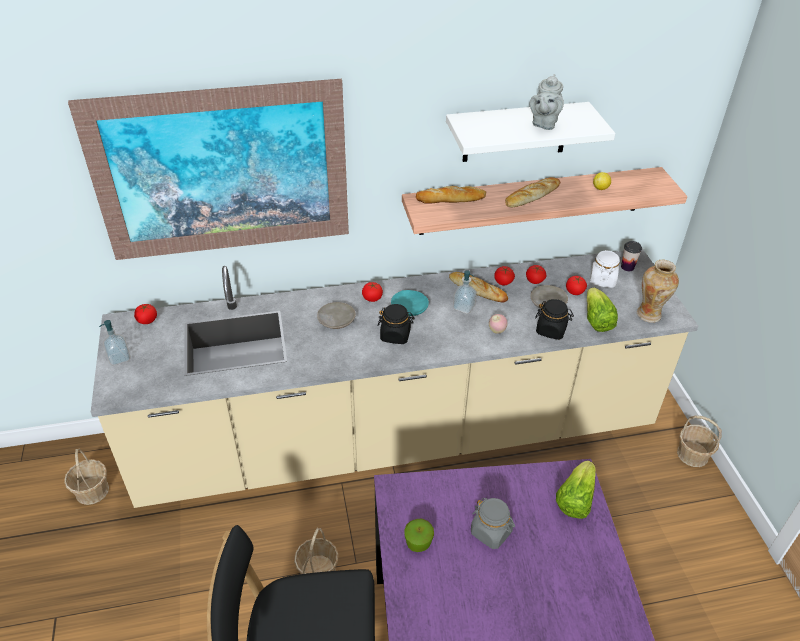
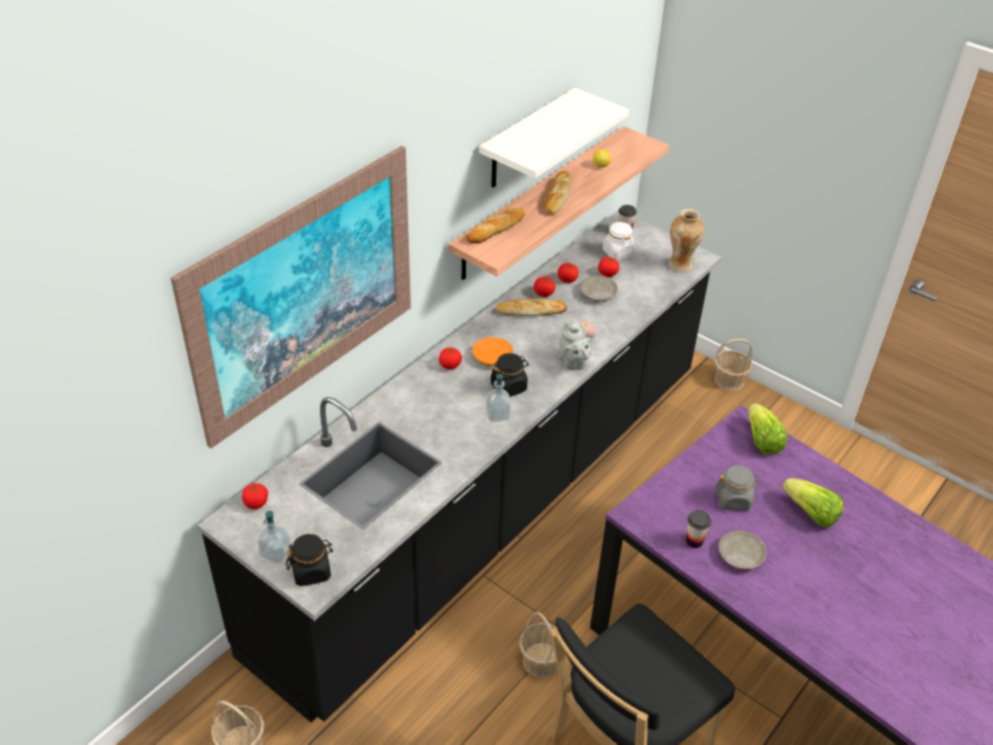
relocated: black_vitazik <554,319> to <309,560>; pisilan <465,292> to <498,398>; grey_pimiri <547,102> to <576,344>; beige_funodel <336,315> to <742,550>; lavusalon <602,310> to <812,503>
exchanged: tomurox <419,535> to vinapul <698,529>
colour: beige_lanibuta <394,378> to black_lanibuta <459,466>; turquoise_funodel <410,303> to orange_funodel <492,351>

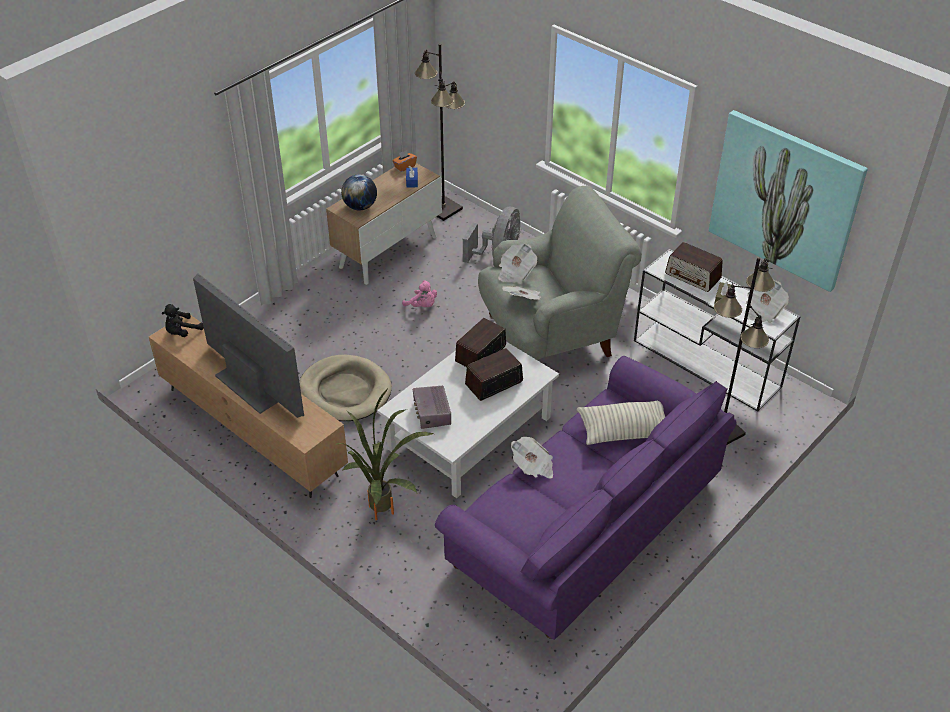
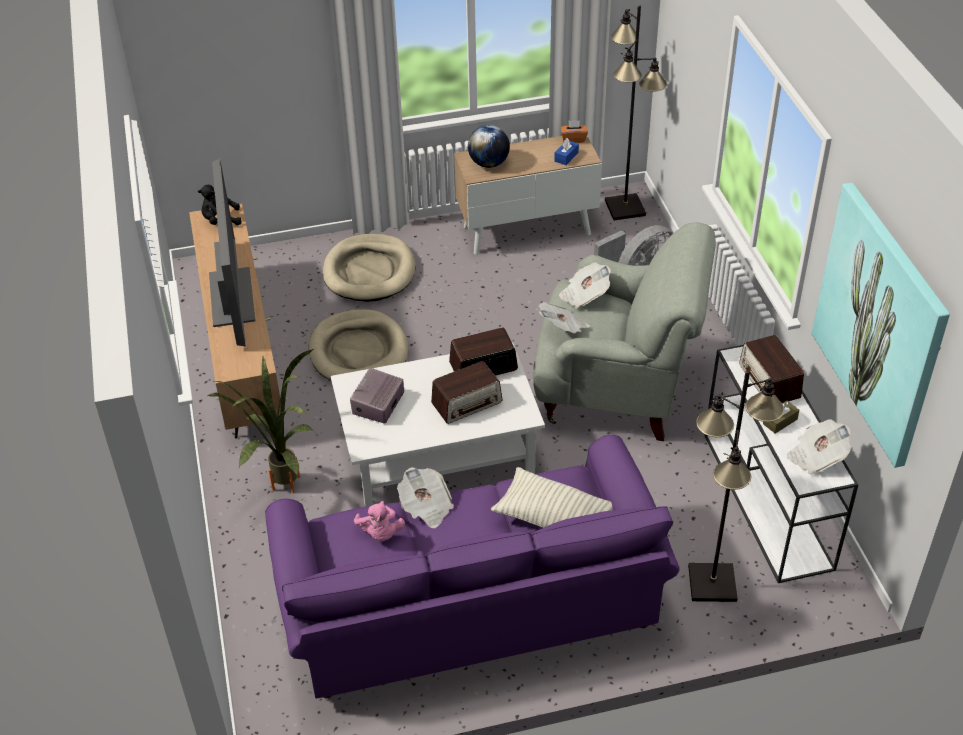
appeared: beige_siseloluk <369,268>
relocated: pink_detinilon <419,293> to <379,521>
spun: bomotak <494,374> = <466,392> 150 degrees clockwise

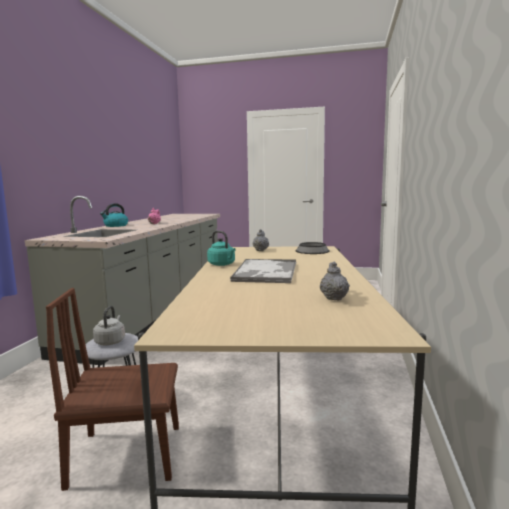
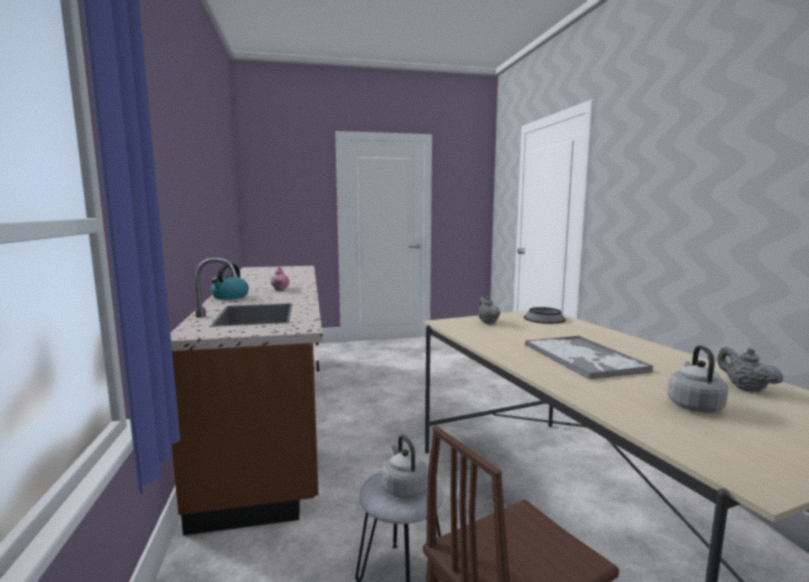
missing: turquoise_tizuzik <221,248>
appeared: grey_tizuzik <698,379>
colour: grey_lanibuta <122,281> to brown_lanibuta <246,396>

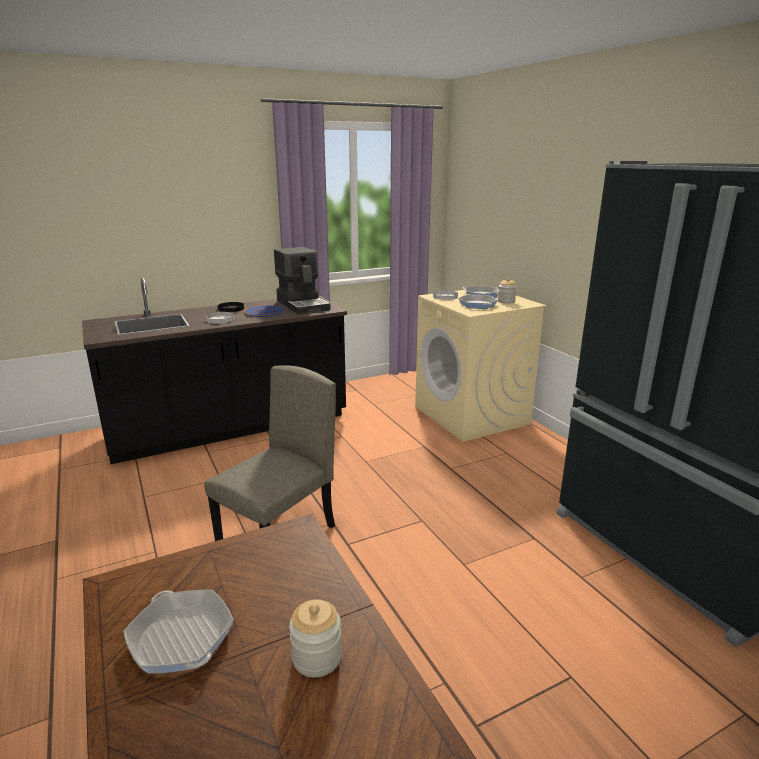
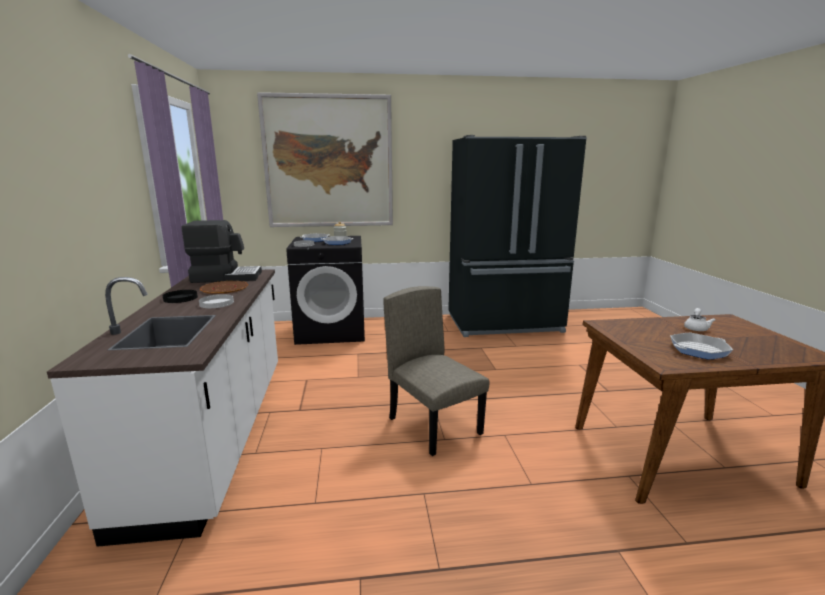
appeared: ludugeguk <325,159>
exchanged: vitazik <315,638> to white_pimiri <700,319>
colour: black_lanibuta <214,371> to white_lanibuta <162,408>; blue_funodel <265,311> to brown_funodel <224,287>; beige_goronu <481,366> to black_goronu <325,290>

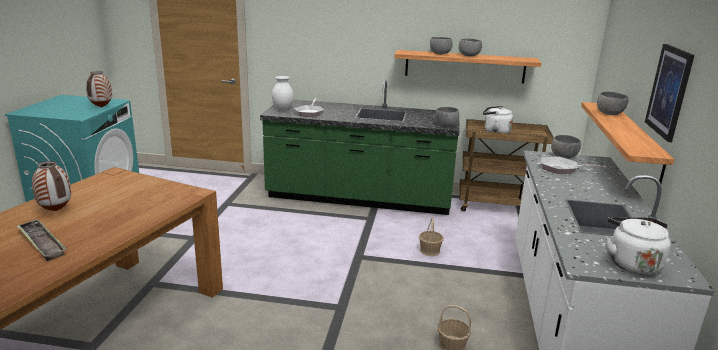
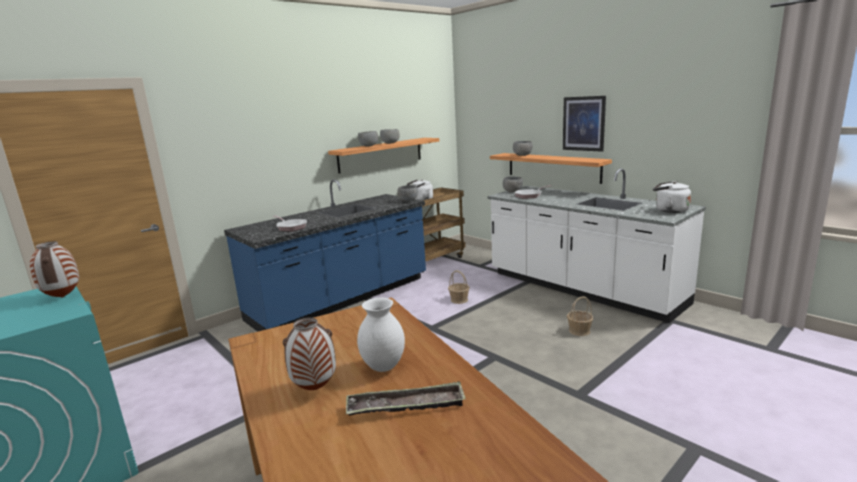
relocated: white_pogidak <283,93> to <381,335>
colour: green_lanibuta <360,147> to blue_lanibuta <325,256>

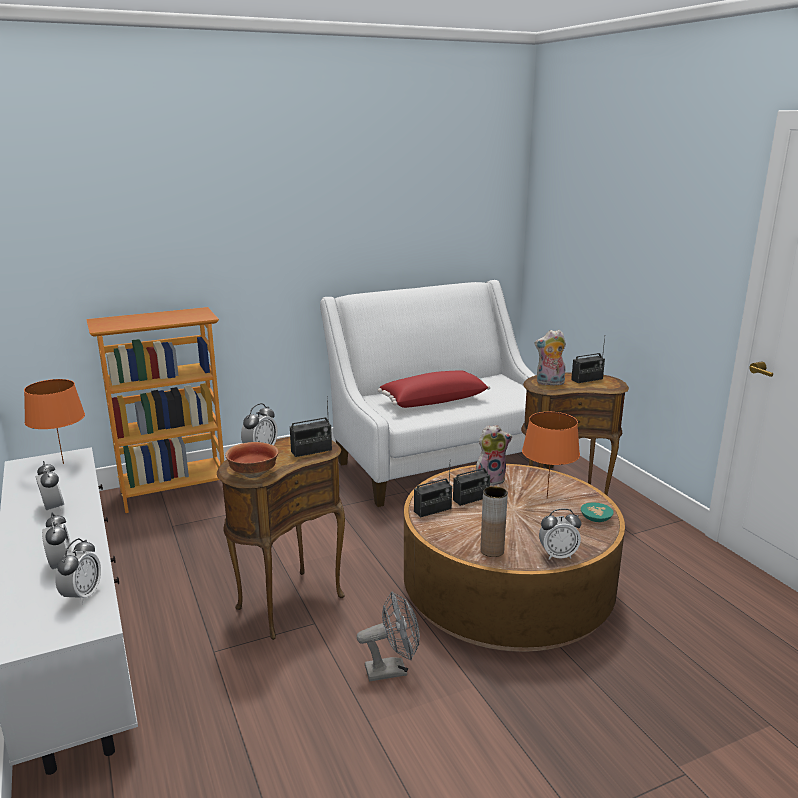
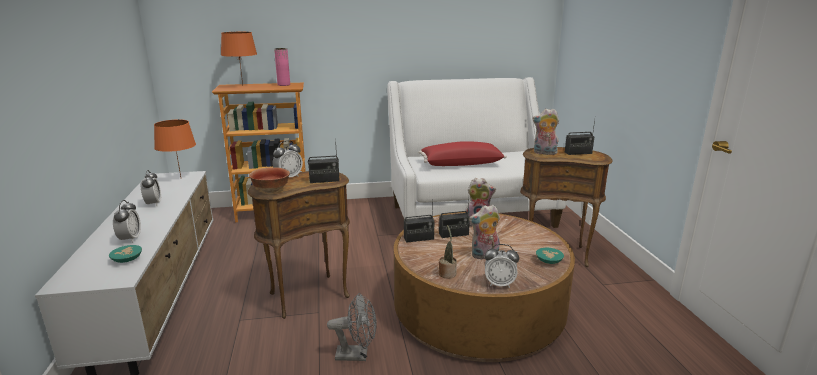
appeared: pink_pogidak <282,67>; detinilon <484,232>
relocated: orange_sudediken <551,455> to <239,58>
exchanged: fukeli <78,571> to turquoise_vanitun <125,254>; brown_pogidak <494,521> to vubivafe <448,252>

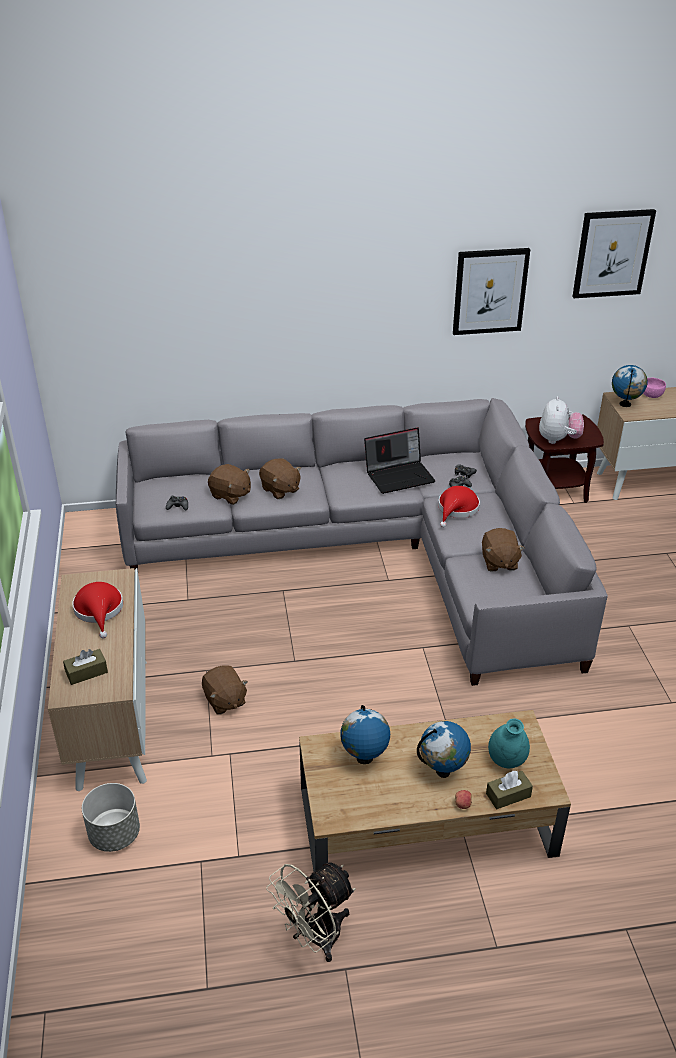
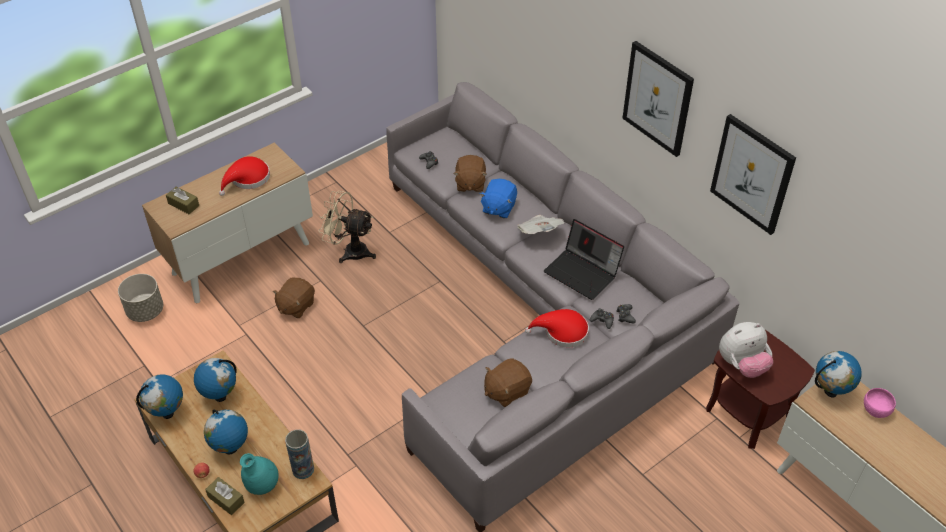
appeared: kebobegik <159,396>; pogidak <299,454>; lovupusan <540,224>
relocated: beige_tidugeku <311,912> to <347,227>; ludugeguk <614,253> to <658,99>
colour: brown_detinilon <280,478> to blue_detinilon <498,199>

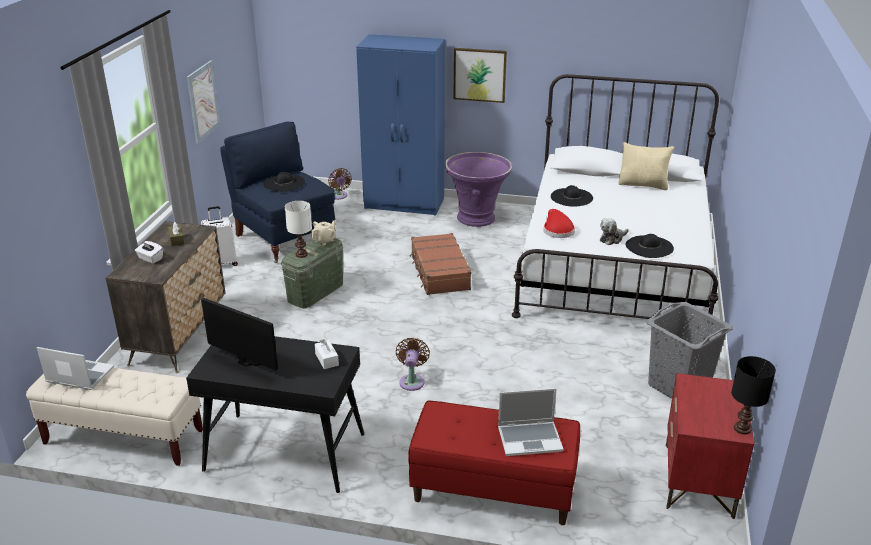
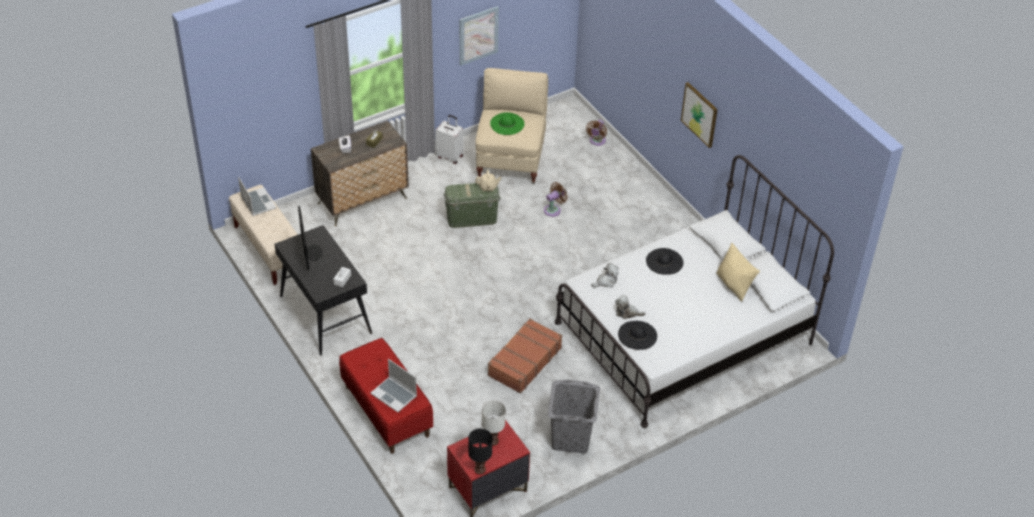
missing: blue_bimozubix <400,125>; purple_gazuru <478,189>
relocated: white_sudediken <298,229> to <494,423>; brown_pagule <441,264> to <525,356>; brown_tidugeku <413,364> to <556,199>
exchanged: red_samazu <559,223> to detinilon <605,275>
colour: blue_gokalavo <278,192> to beige_gokalavo <511,126>; black_samazu <284,182> to green_samazu <507,123>

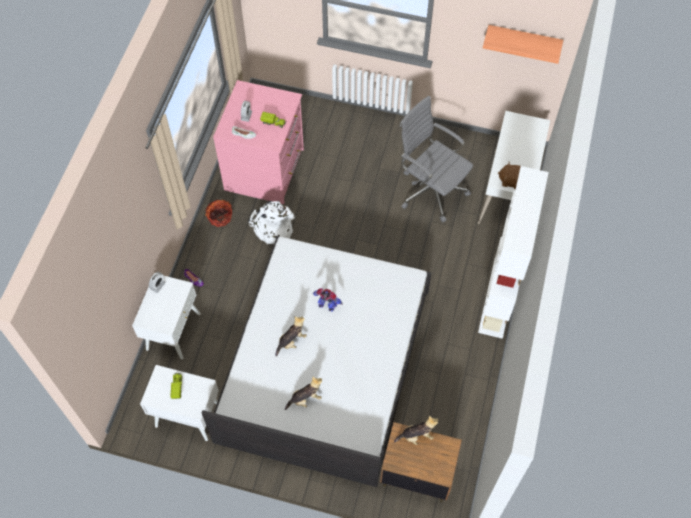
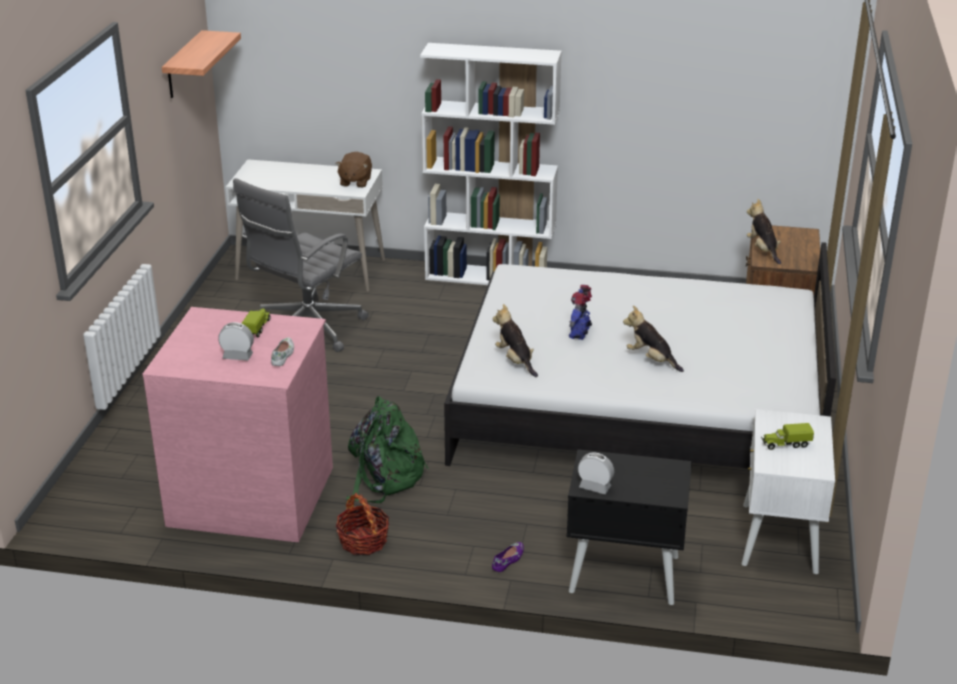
relocated: detinilon <303,393> to <515,340>
colour: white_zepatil <271,222> to green_zepatil <387,449>; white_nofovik <166,318> to black_nofovik <629,527>

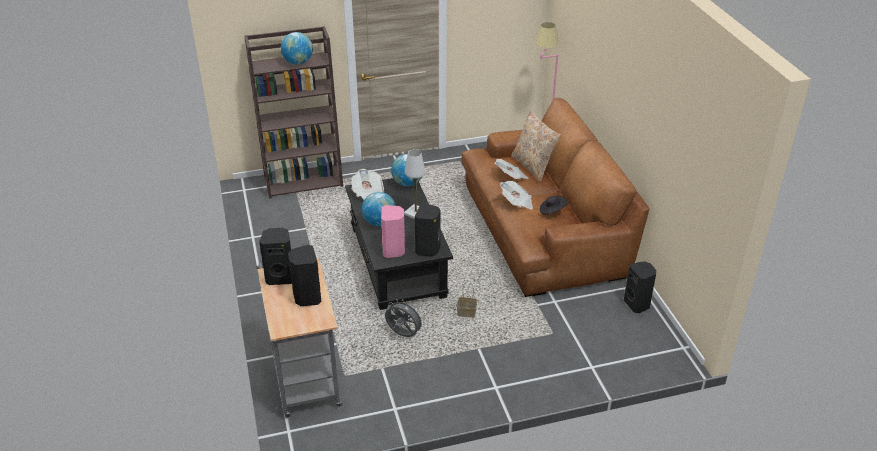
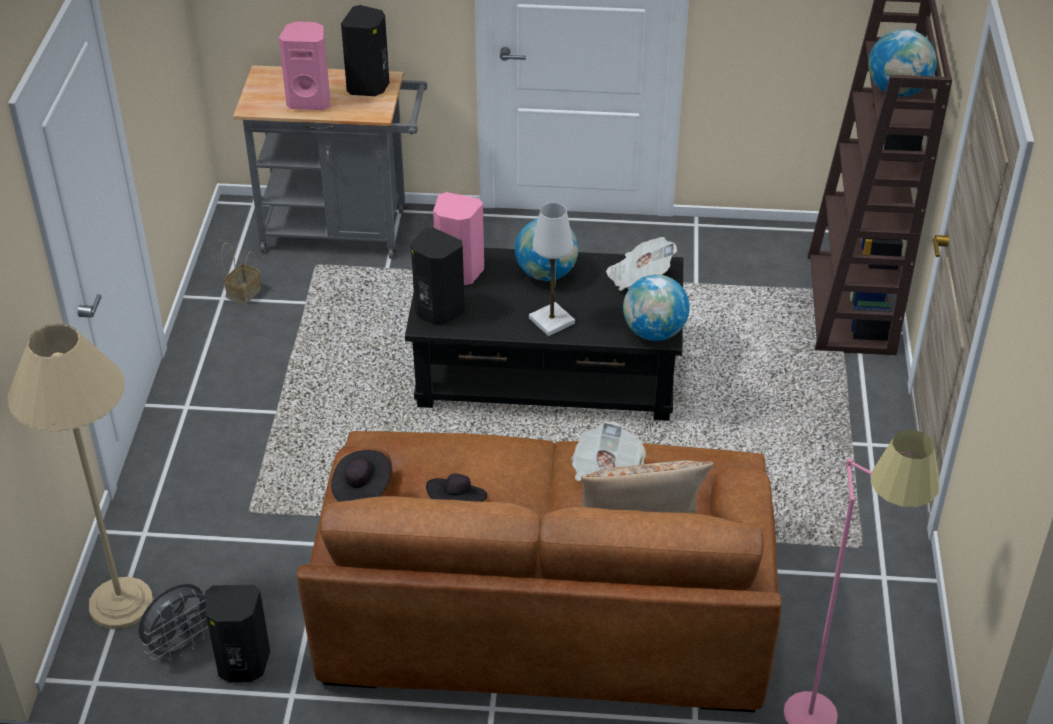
missing: lovupusan <516,195>
appeared: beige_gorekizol <81,476>; black_samazu <361,476>
relocated: grey_tidugeku <404,318> to <173,622>; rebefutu <467,299> to <241,274>
colour: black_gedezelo <304,275> to pink_gedezelo <304,66>

